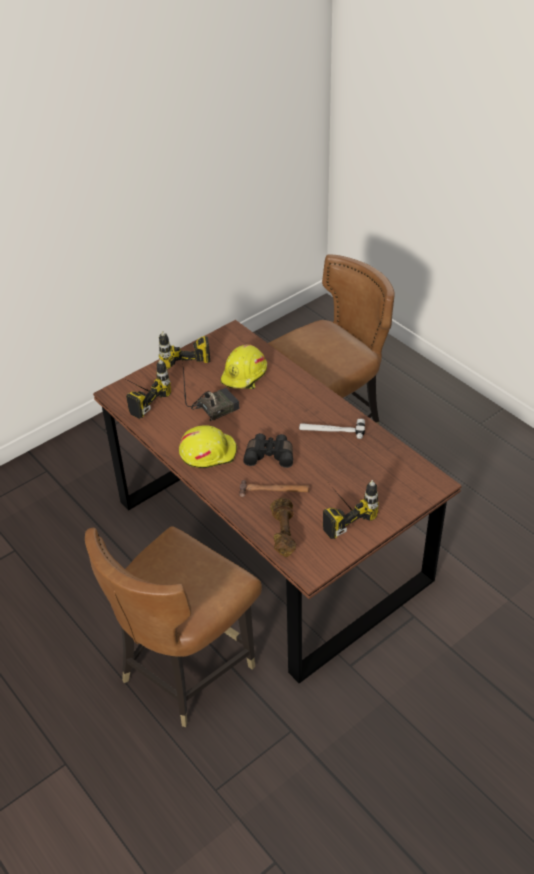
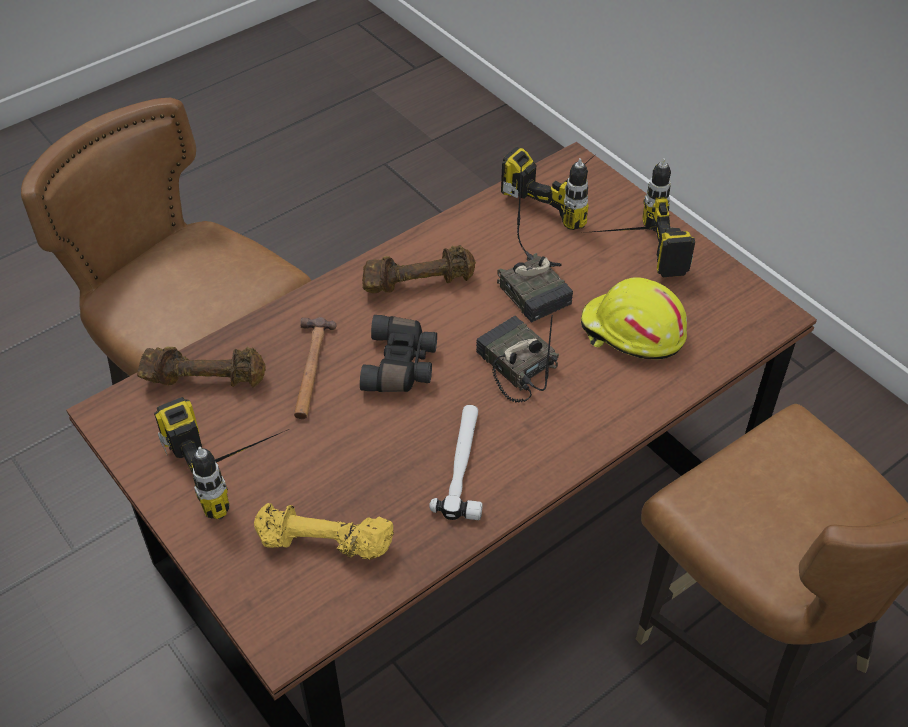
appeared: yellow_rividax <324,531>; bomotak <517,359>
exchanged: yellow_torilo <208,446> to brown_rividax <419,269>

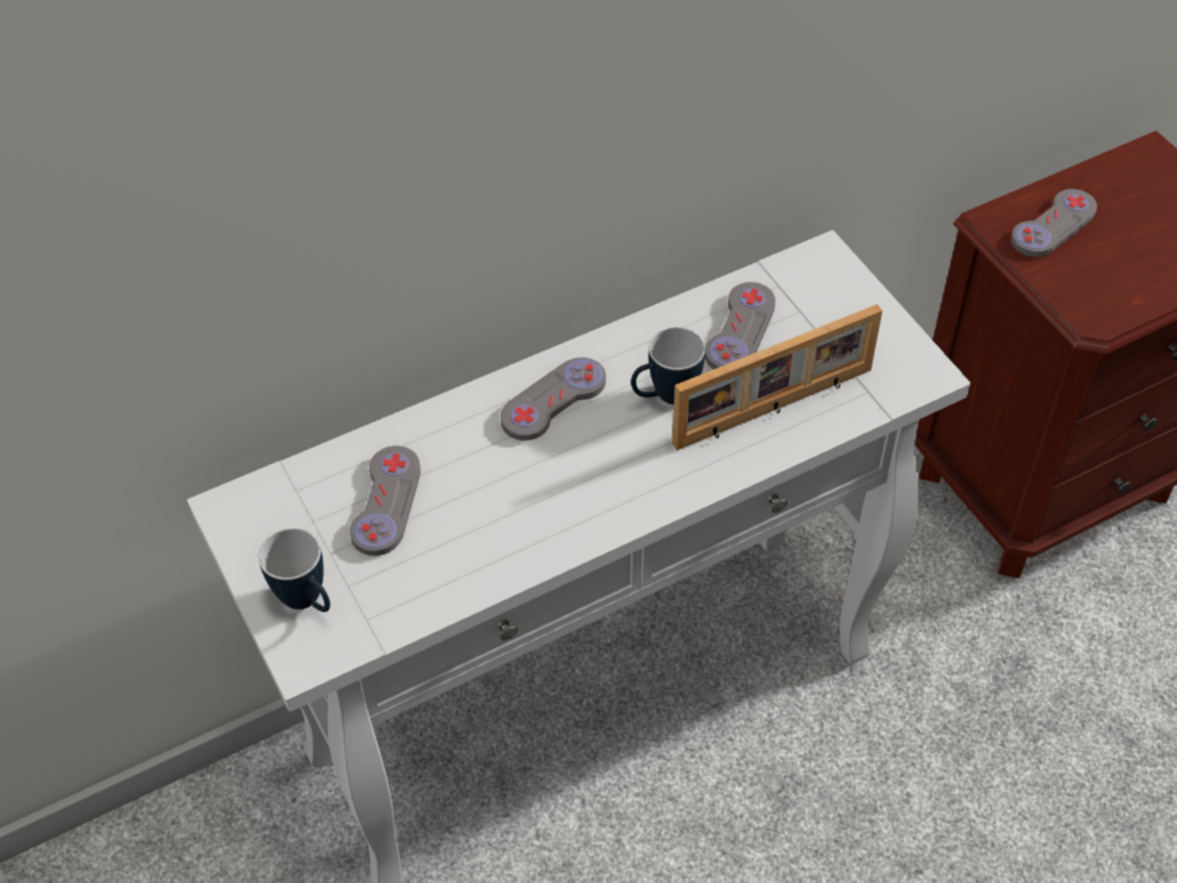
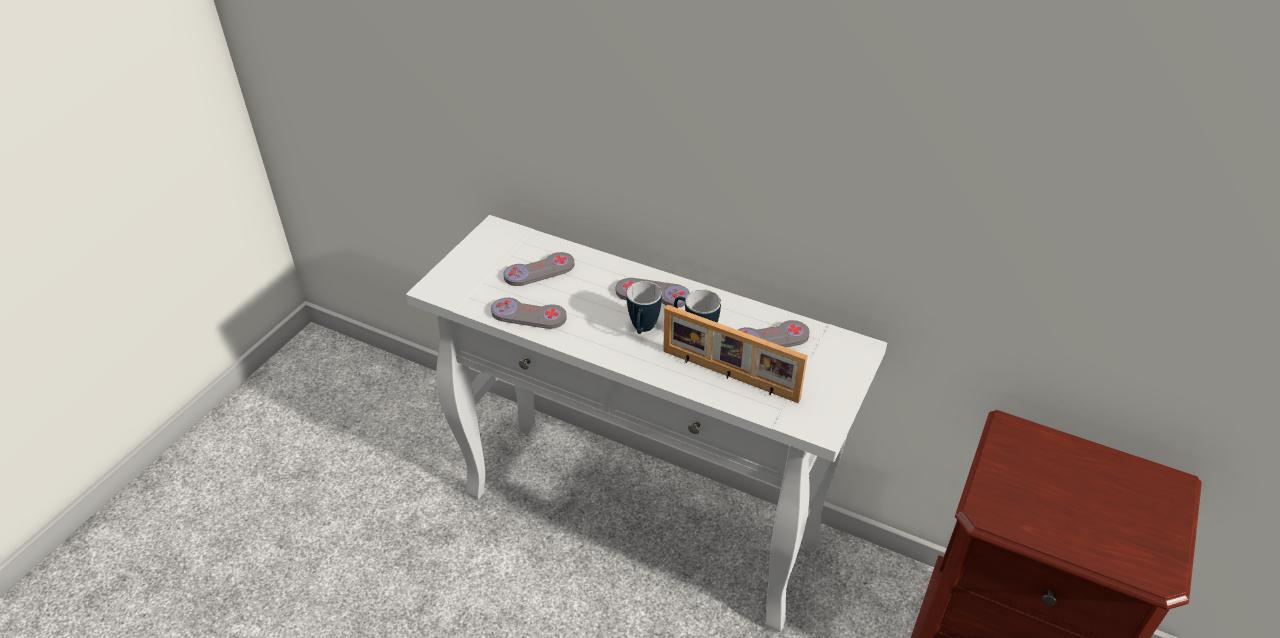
relocated: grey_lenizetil <1054,223> to <529,313>; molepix <294,570> to <644,307>

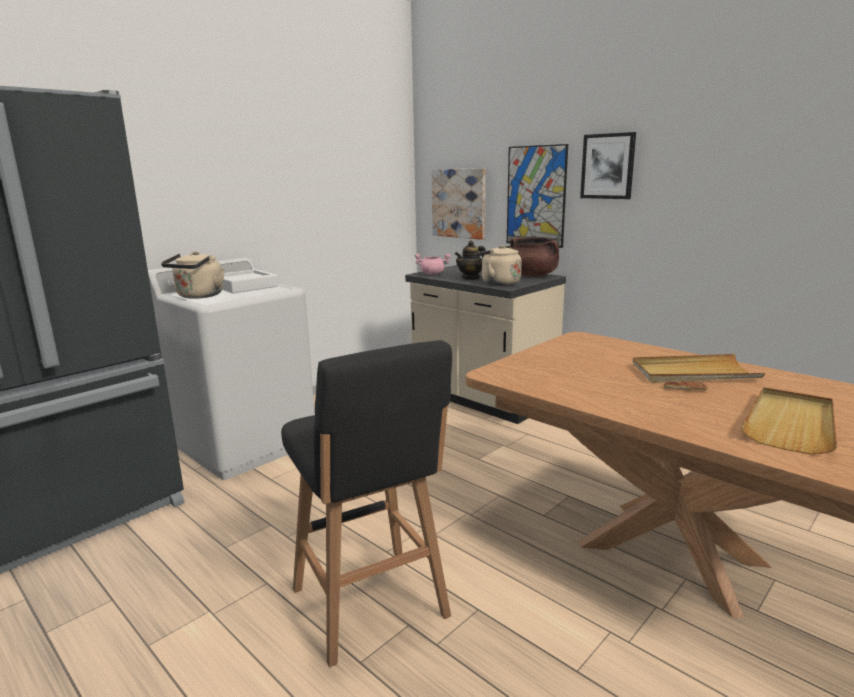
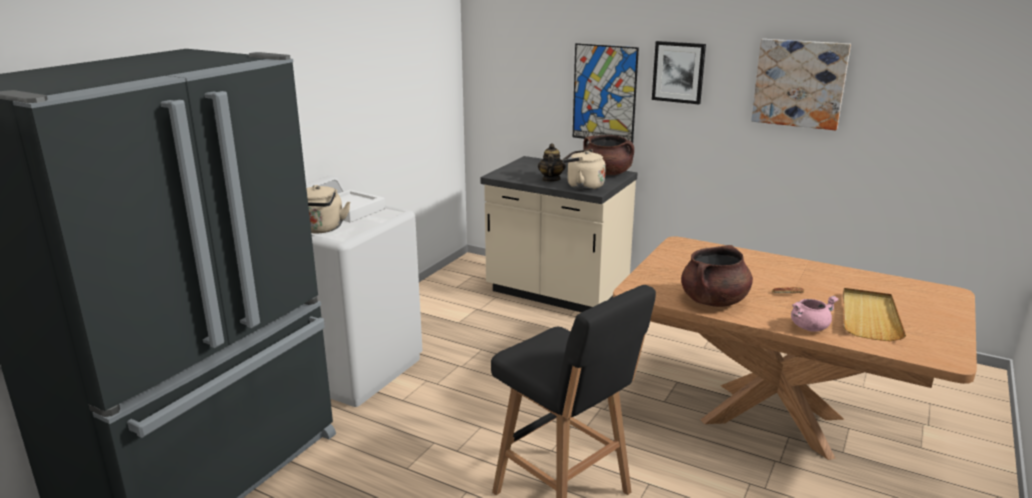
missing: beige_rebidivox <699,368>
appeared: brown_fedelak <717,276>
relocated: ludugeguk <459,204> to <801,84>; pink_fedelak <432,264> to <815,314>
spun: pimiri <470,260> = <552,162> 150 degrees clockwise

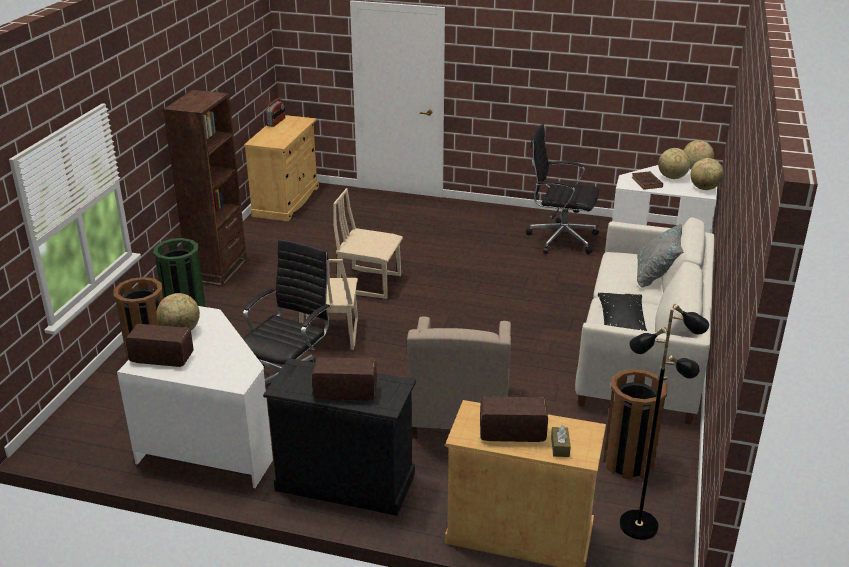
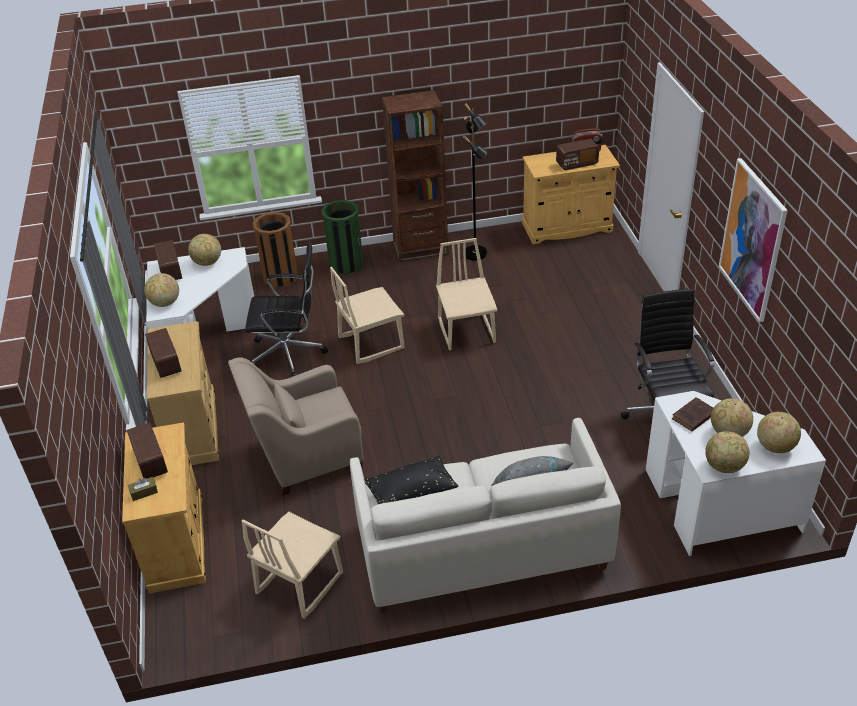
appeared: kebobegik <161,290>; bomotak <577,154>; ludugeguk <753,240>
relocated: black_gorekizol <664,422> to <475,182>
exchanged: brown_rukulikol <635,424> to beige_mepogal <292,565>
colour: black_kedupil <339,437> to beige_kedupil <183,393>

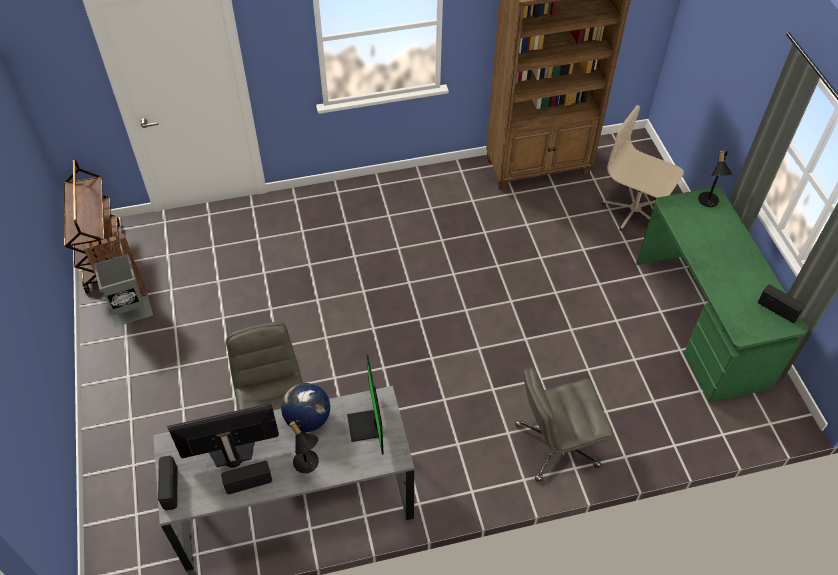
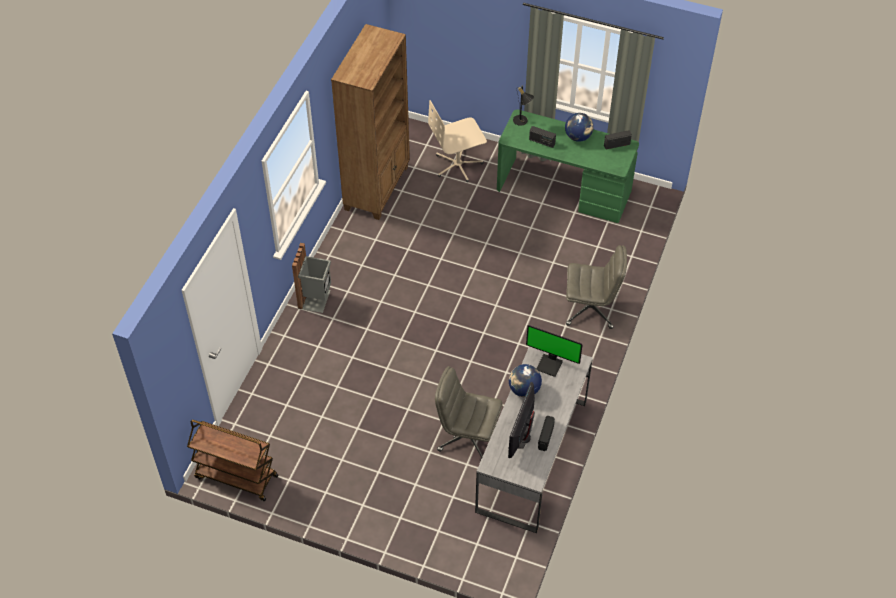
missing: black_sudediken <304,446>
appeared: kebobegik <579,127>
relocated: grey_rukulikol <118,280> to <311,278>; bomotak <168,483> to <542,137>
spun: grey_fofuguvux <564,425> = <596,287> 105 degrees counterclockwise

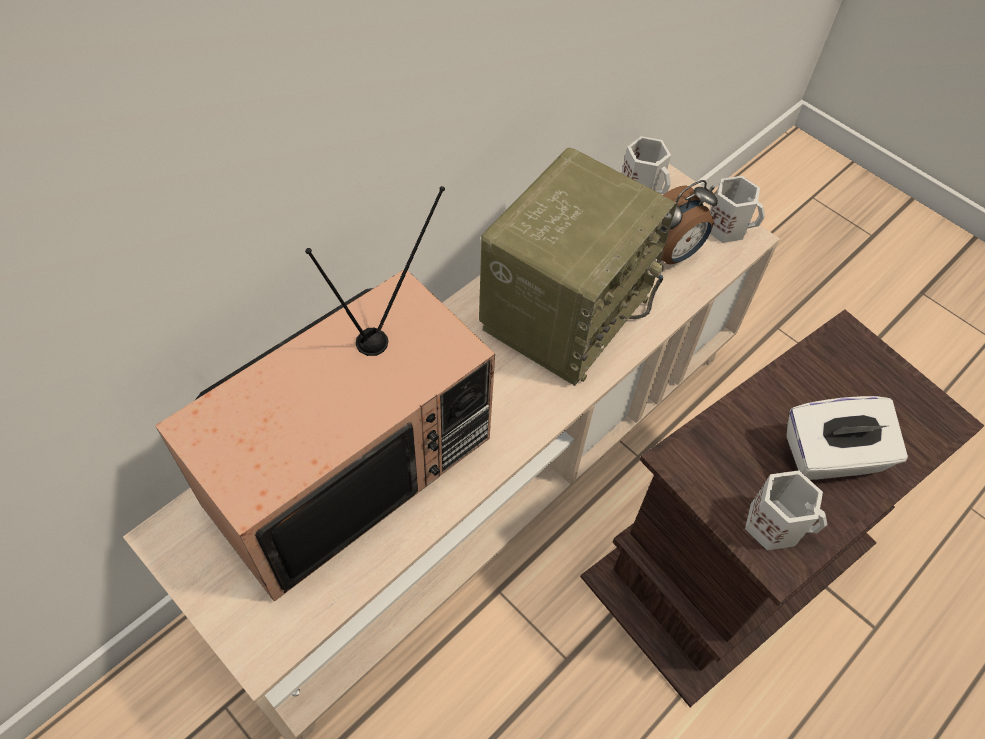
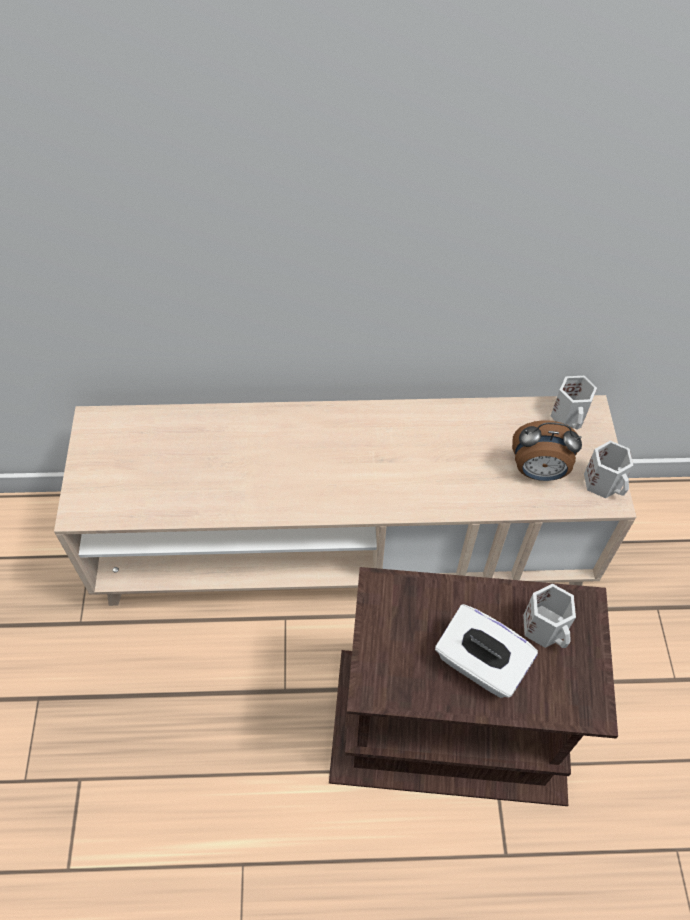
missing: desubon <325,394>; bomotak <578,267>
relocated: white_molepix <786,510> to <549,616>

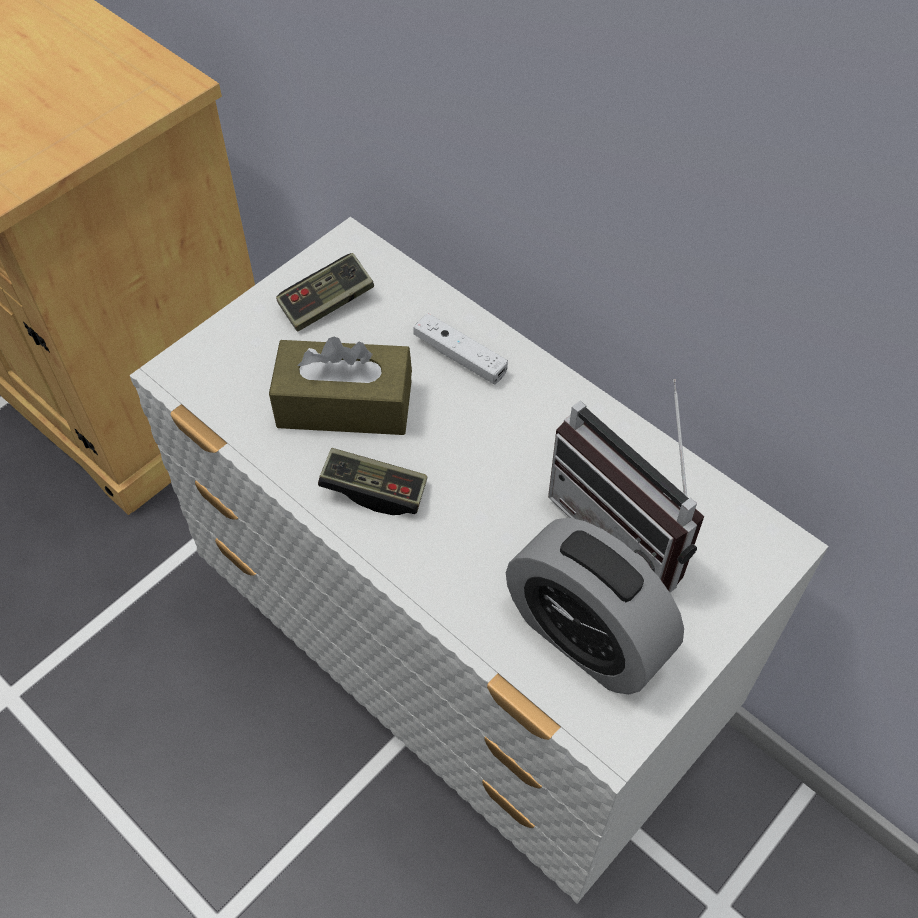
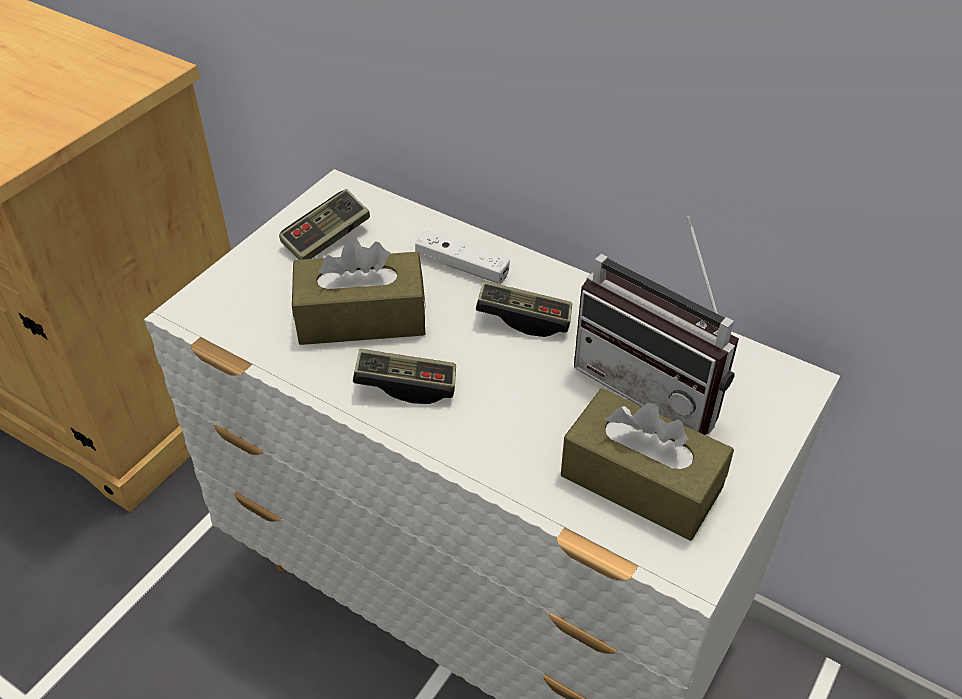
appeared: lenizetil <524,309>
exchanged: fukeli <595,606> to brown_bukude <647,464>

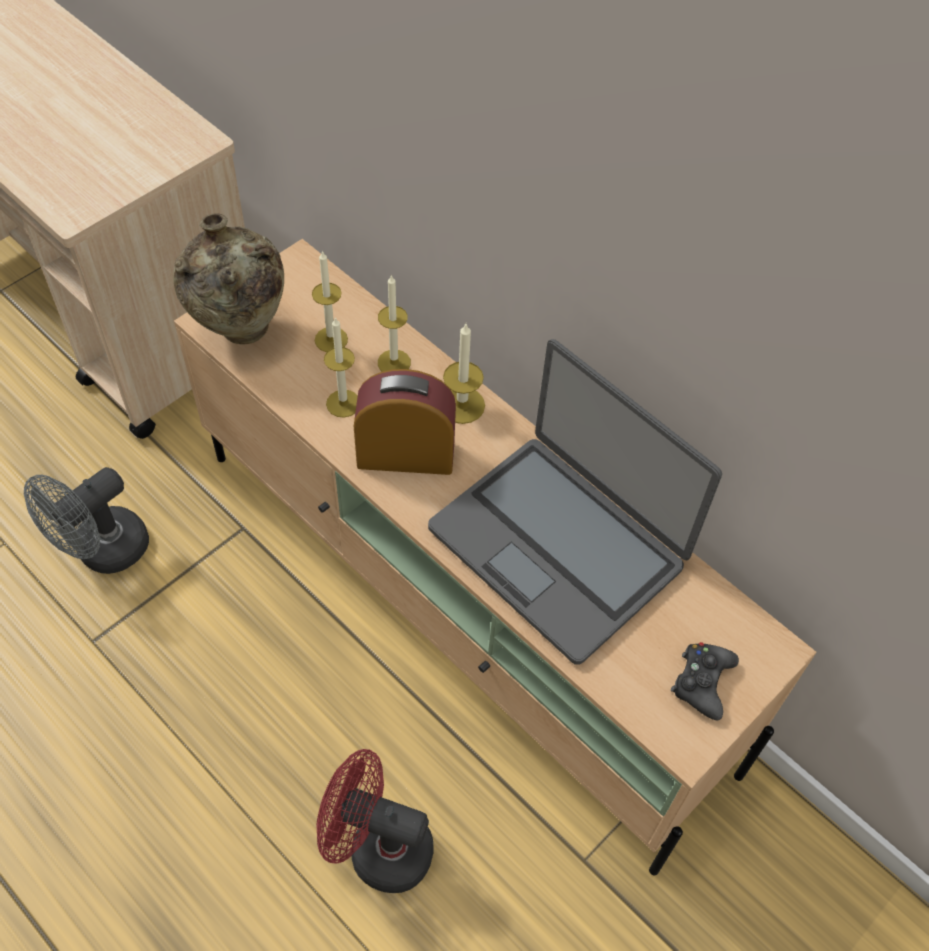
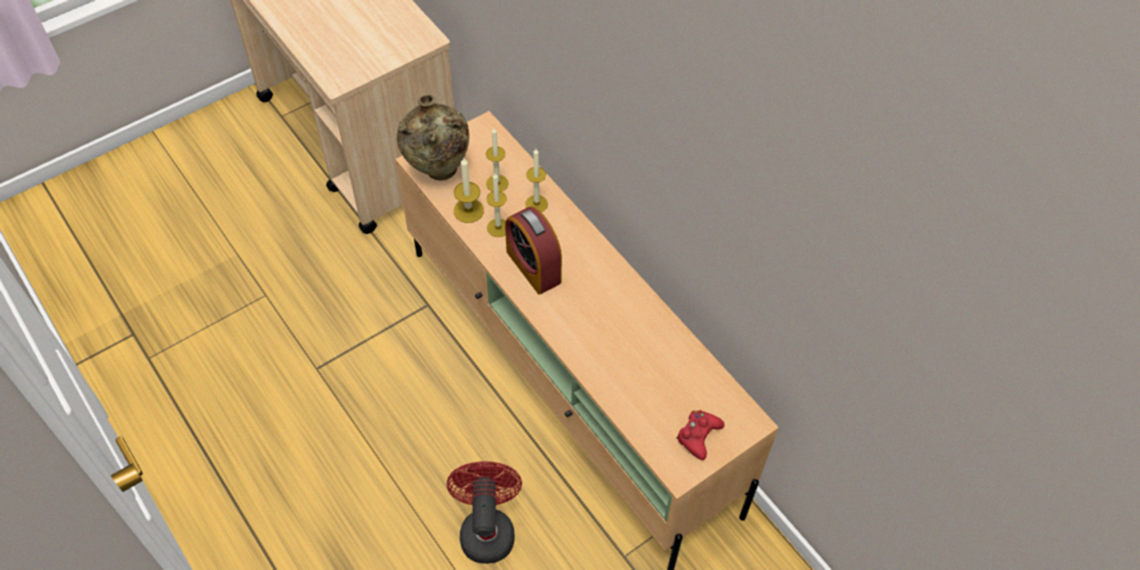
missing: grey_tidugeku <86,520>; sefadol <575,502>
relocated: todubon <464,374> to <469,190>
colour: black_lenizetil <705,681> to red_lenizetil <701,435>
spun: red_tidugeku <375,821> = <484,512> 60 degrees clockwise; fukeli <405,422> = <533,250> 135 degrees counterclockwise

